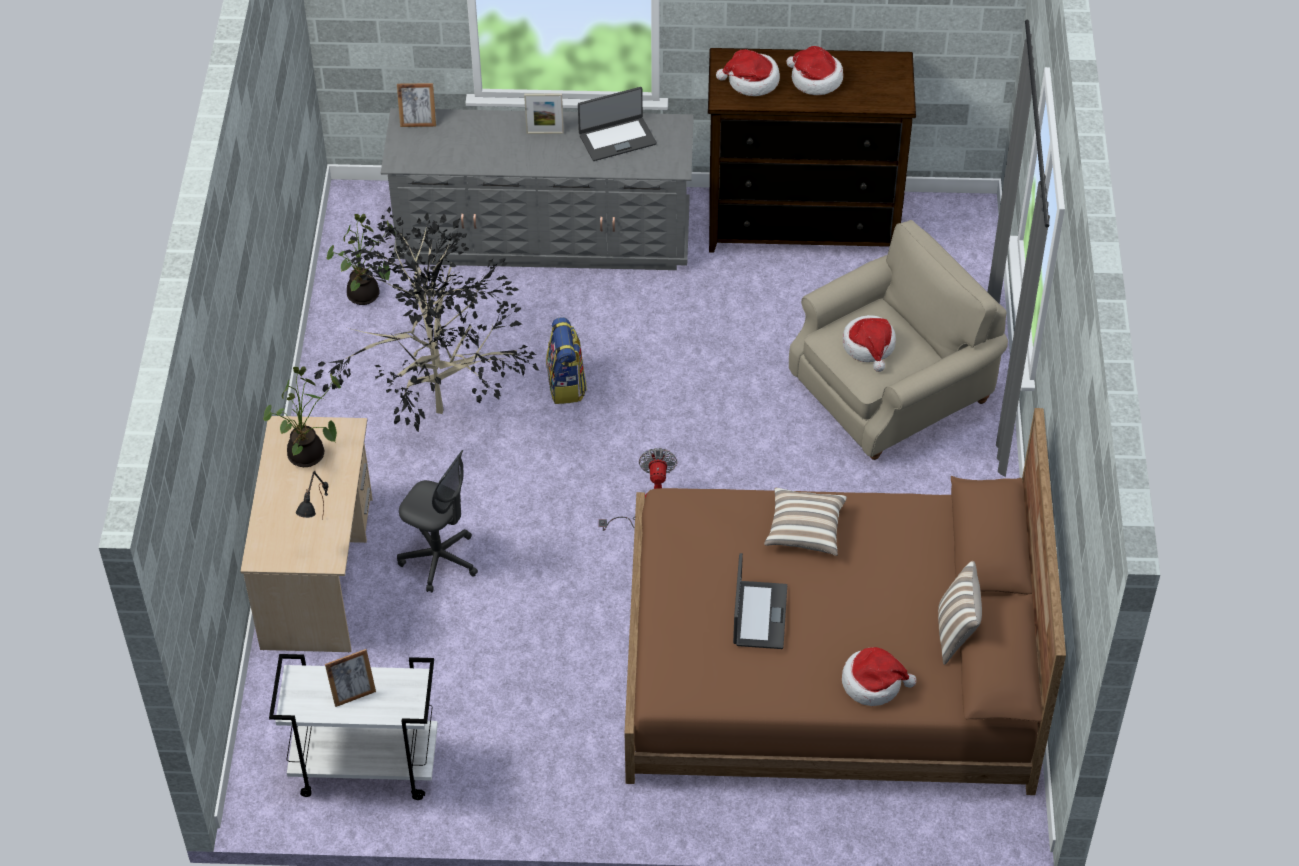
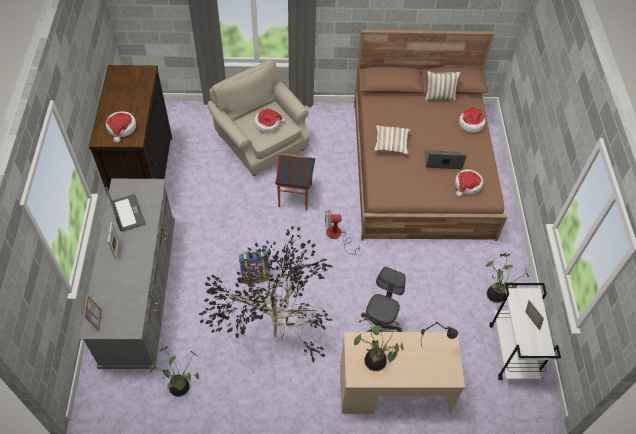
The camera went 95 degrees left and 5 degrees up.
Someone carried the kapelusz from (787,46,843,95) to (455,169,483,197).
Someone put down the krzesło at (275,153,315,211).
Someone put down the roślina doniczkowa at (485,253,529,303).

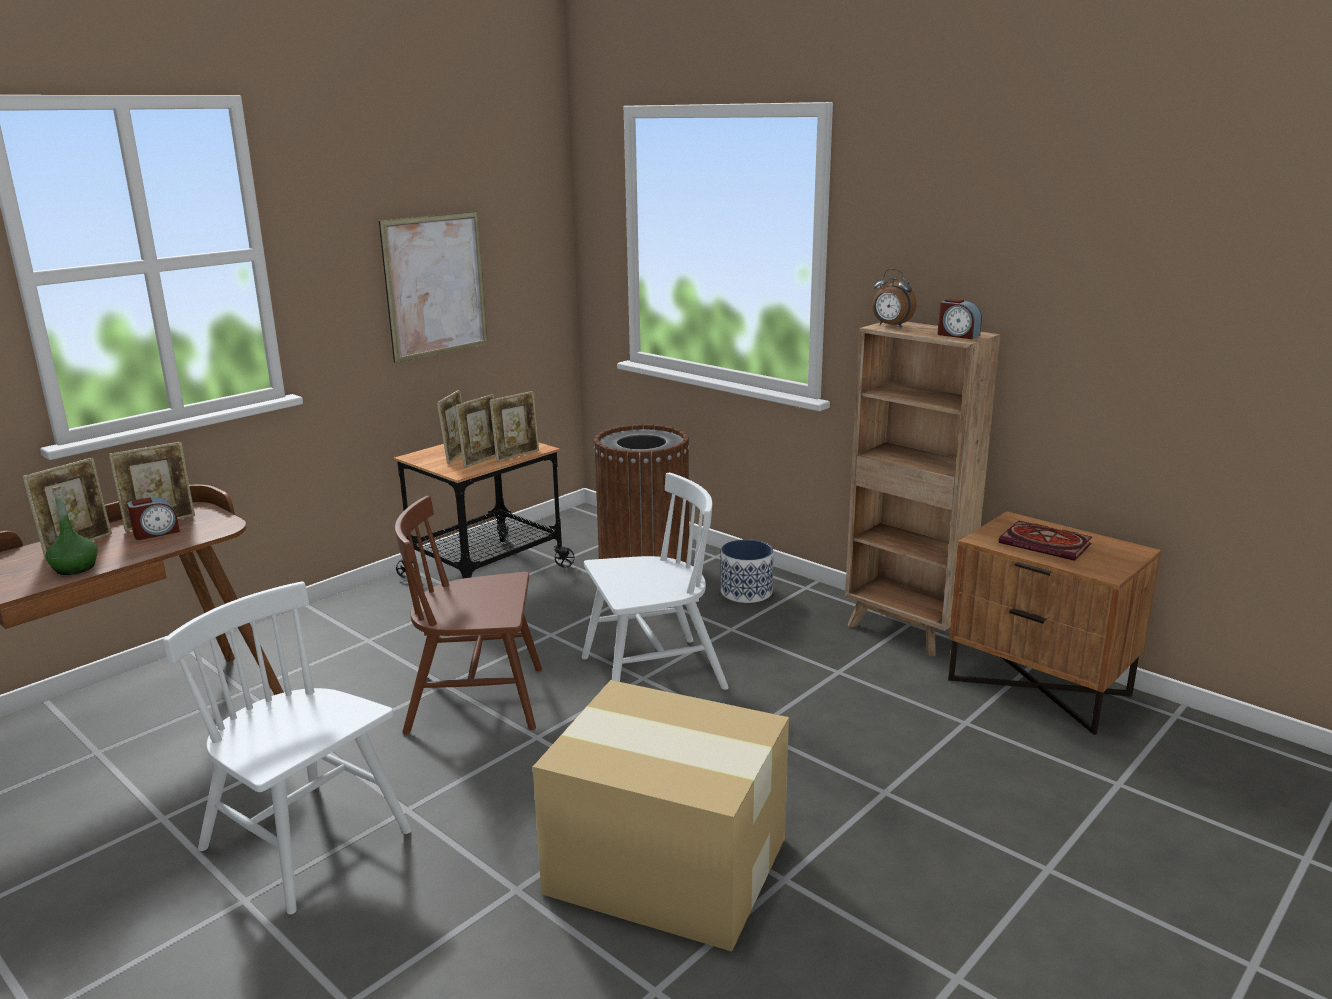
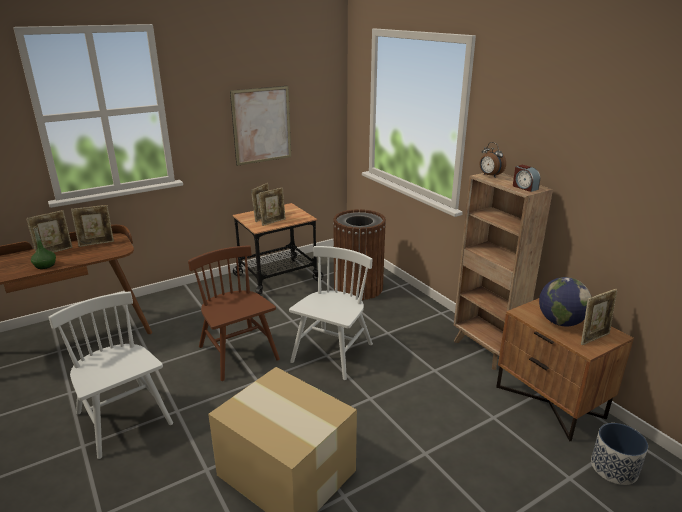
The camera went 15 degrees right and 5 degrees up.
Someone took away the budzik at (127,497,180,540).
Someone rotated the krzesło [brązowy] at (395,496,542,734) by 45 degrees clockwise.
Someone carried the ramka na zdjęcie from (490,391,539,462) to (581,289,617,345).
Someone rotated the krzesło [biały] at (582,472,729,690) by 60 degrees counterclockwise.
Someone carried the donica from (721,539,774,603) to (591,423,648,485).
Someone swapped the książka at (999,521,1092,561) for the globus at (539,277,591,326).

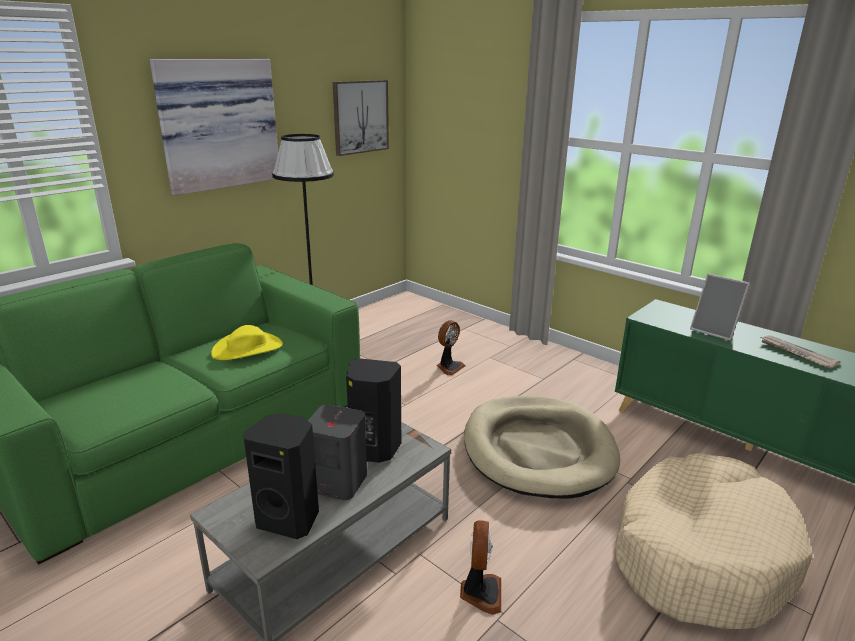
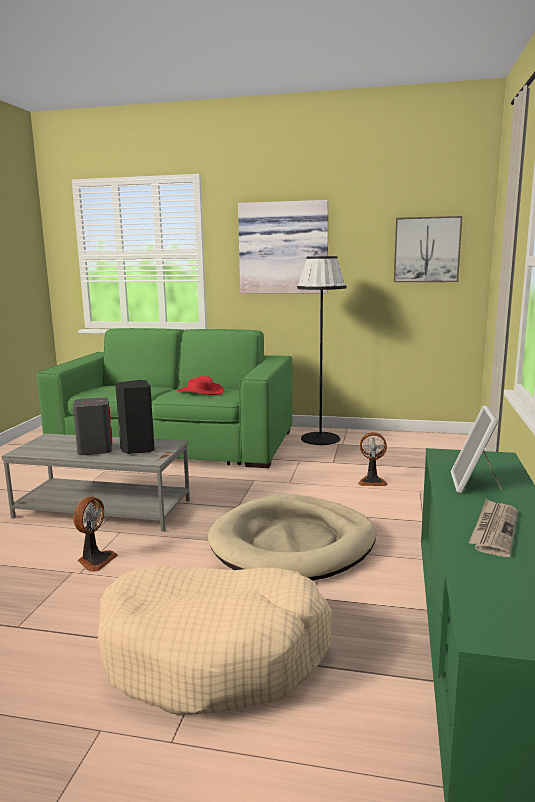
The camera went 60 degrees right and 10 degrees down.
Someone repainted the kapelusz [żółty] at (211,325,283,360), which became the kapelusz [czerwony] at (177,376,224,395).
Someone took away the głośnik [czarny] at (243,413,319,539).
Someone rotated the wentylator at (460,520,501,615) by 45 degrees counterclockwise.

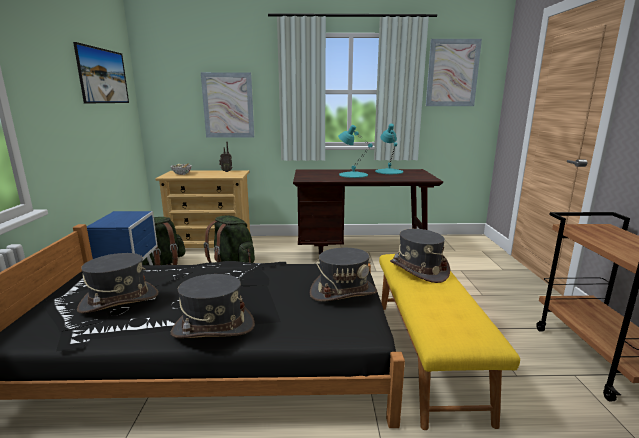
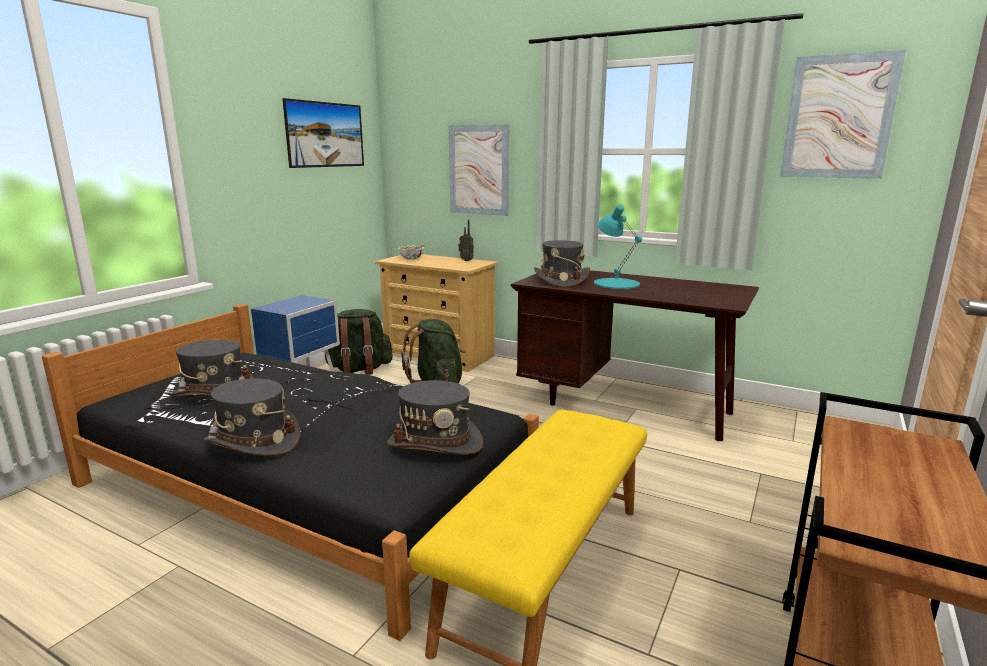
The camera went 30 degrees right and 0 degrees up.
Someone took away the lampa stołowa [turkusowy] at (375,124,403,174).
Someone carried the kapelusz [szary] from (390,229,450,283) to (534,240,590,287).

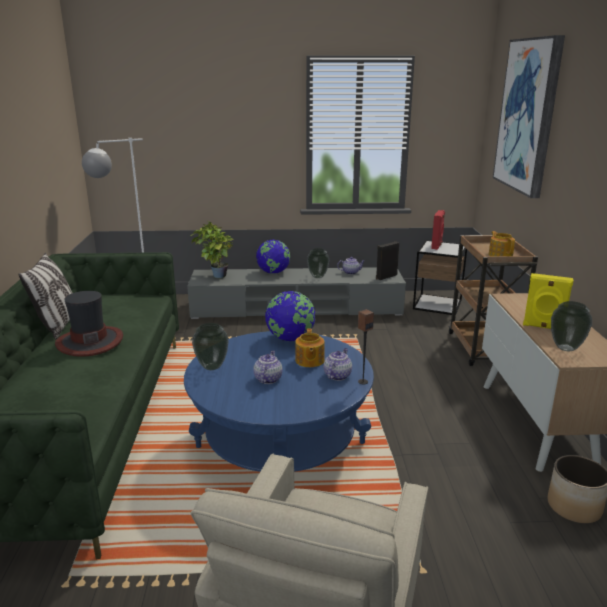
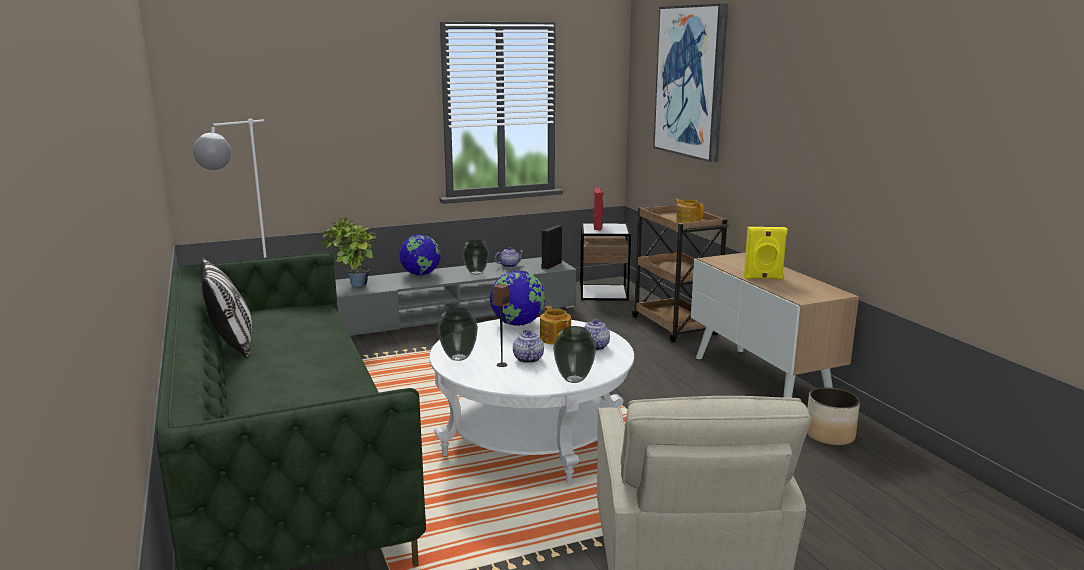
The camera went 20 degrees left and 5 degrees down.
Someone took away the kapelusz at (55,291,123,357).
Someone repainted the ława [niebieski] at (184,331,374,472), which became the ława [biały] at (429,317,634,484).
Someone carried the głośnik from (358,309,374,384) to (492,283,509,367).
Someone carried the wazon from (551,301,592,351) to (553,326,596,383).

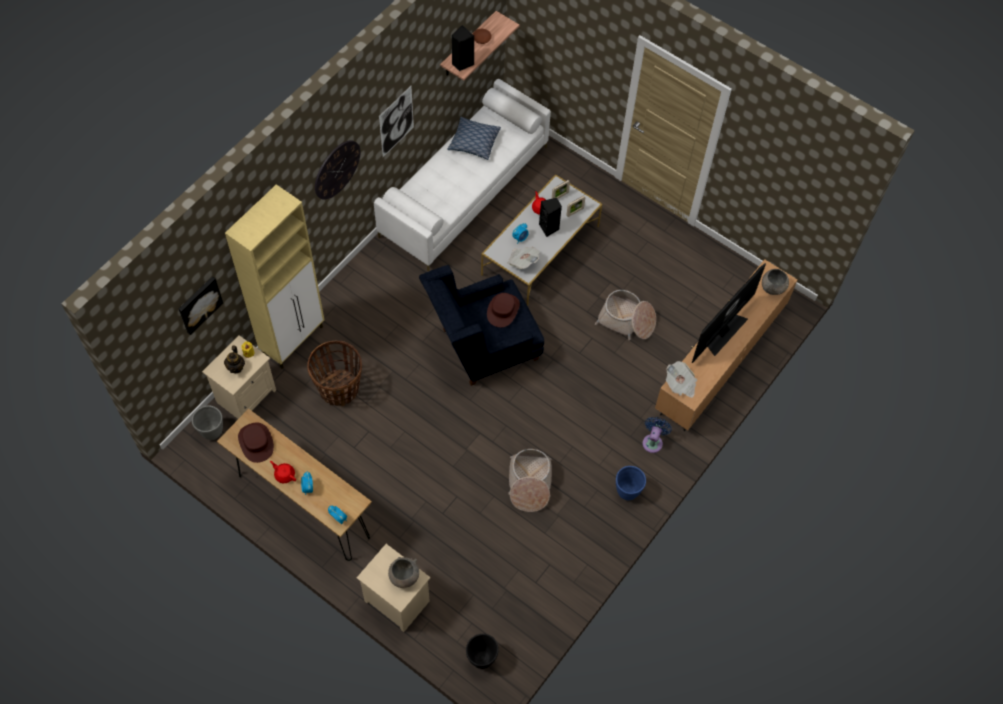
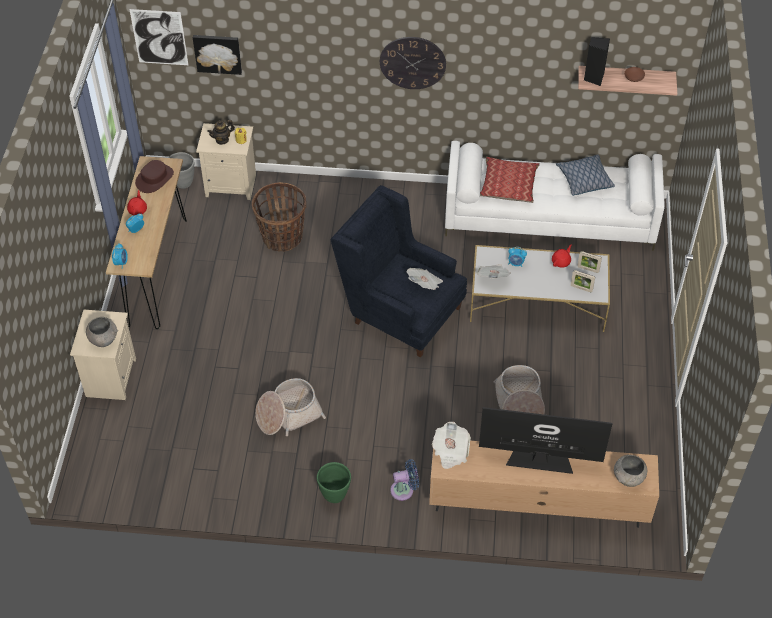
The camera went 60 degrees right and 10 degrees down.
Someone took away the szafka [beżowy] at (225,184,324,369).
Someone carried the obraz from (379,86,414,157) to (129,9,188,65).
Someone took away the donica [czarny] at (466,634,499,669).
Someone swapped the kapelusz [brązowy] at (487,293,520,328) for the gazeta at (406,268,443,290).
Someone took away the głośnik [czarny] at (539,198,562,237).
Someone repainted the donica [niebieski] at (616,466,646,500), which became the donica [zielony] at (317,462,351,503).
Someone put down the poduszka at (480,157,540,203).

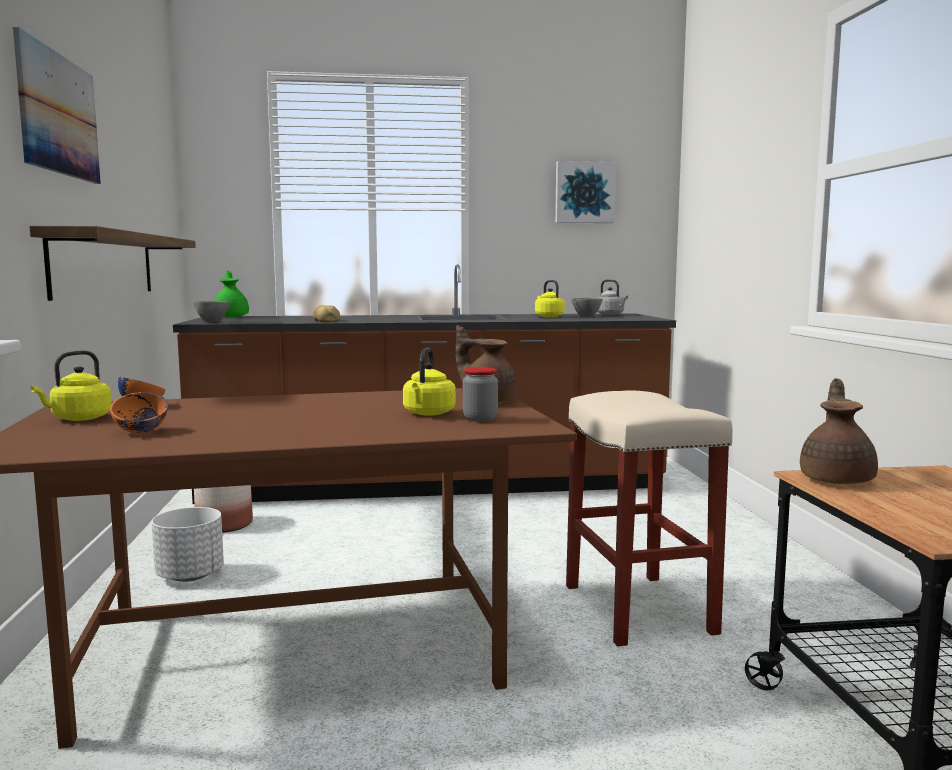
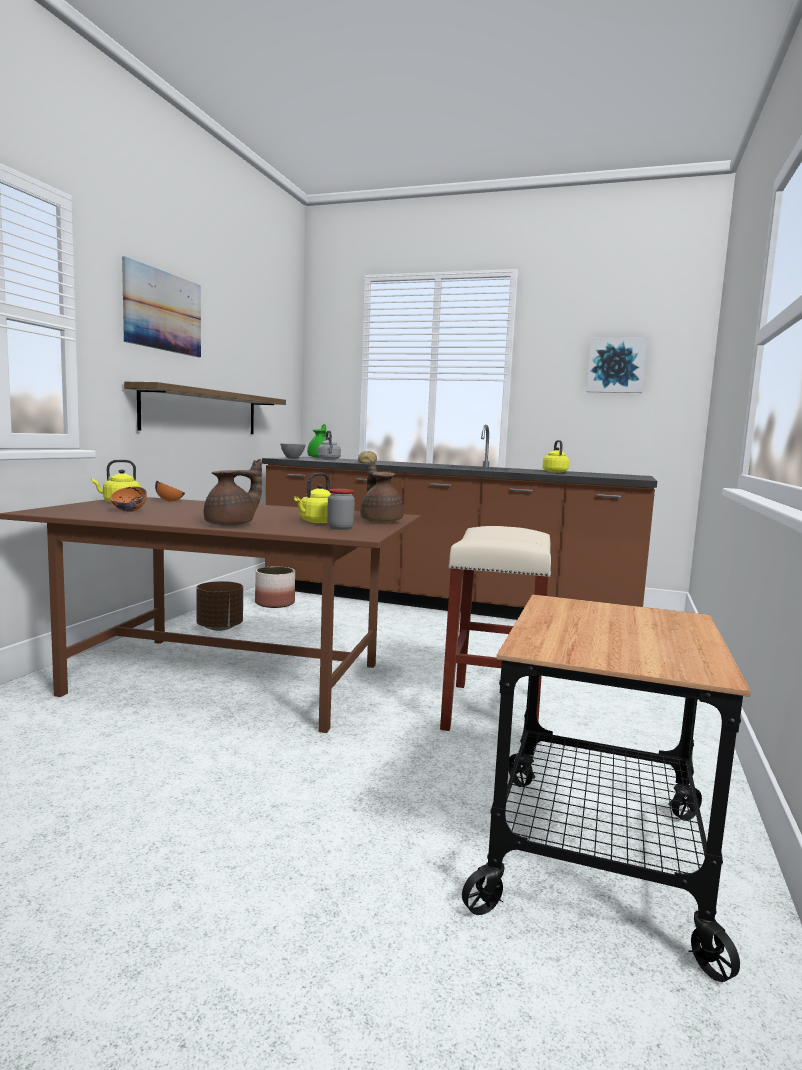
The camera went 25 degrees right and 0 degrees up.
Someone repainted the donica [biały] at (152,507,224,582), which became the donica [brązowy] at (196,581,243,631).
Someone took away the miska [szary] at (571,298,603,317).
Someone carried the czajnik [szary] from (597,279,628,315) to (318,431,341,460).
Someone carried the imbryk [brązowy] from (800,378,878,484) to (204,459,262,526).

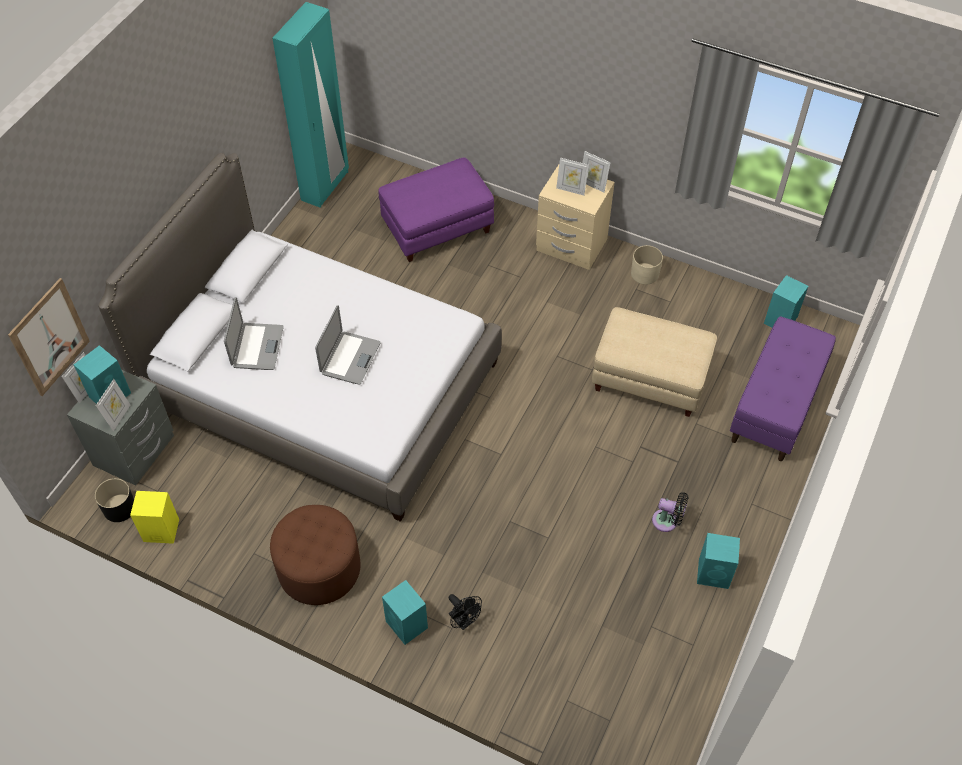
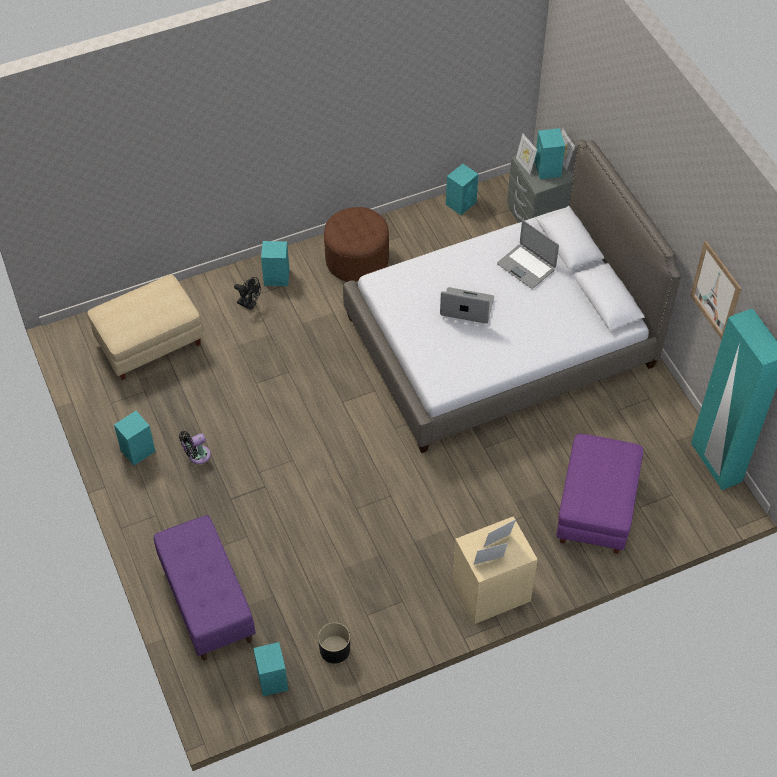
The camera went 130 degrees right and 0 degrees up.
Someone carried the obraz from (8,278,90,396) to (690,241,742,340).
Someone carried the donica [czarny] from (95,478,134,522) to (318,622,350,663).
Someone repainted the głośnik [żółty] at (130,491,179,544), which became the głośnik [turkusowy] at (446,164,478,215).
Someone rotated the laptop at (315,305,381,384) by 135 degrees clockwise.
Someone rotated the wentylator [czarny] at (448,594,482,630) by 150 degrees counterclockwise.
Someone carried the pufa [beżowy] from (592,307,717,417) to (88,275,204,380).
Someone took away the donica [beżowy] at (631,245,663,285).

